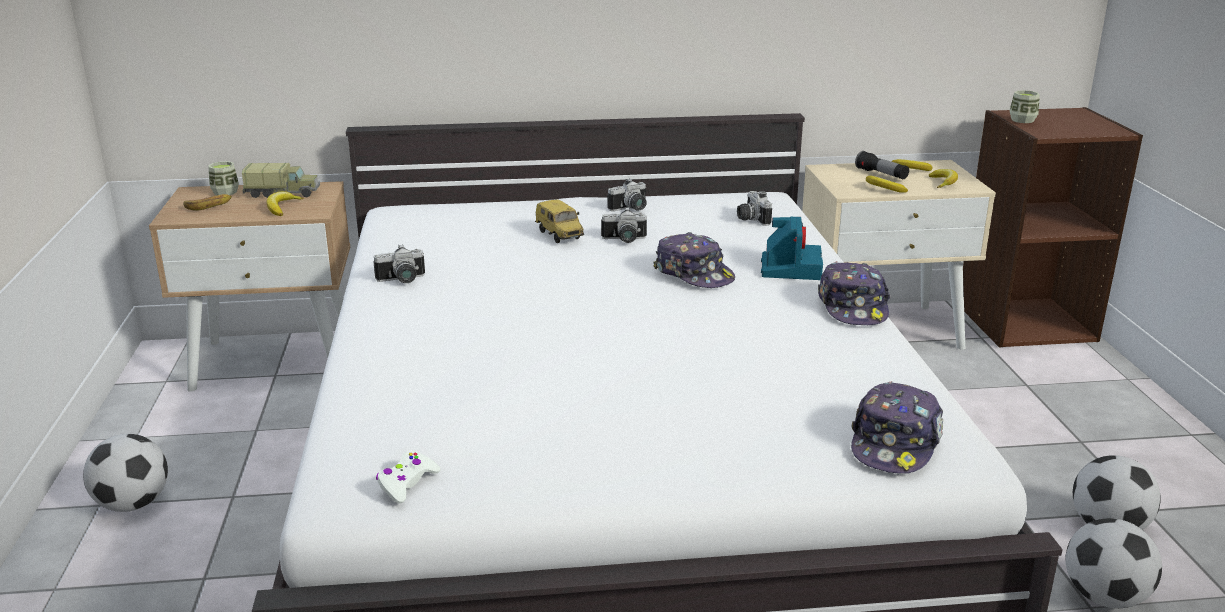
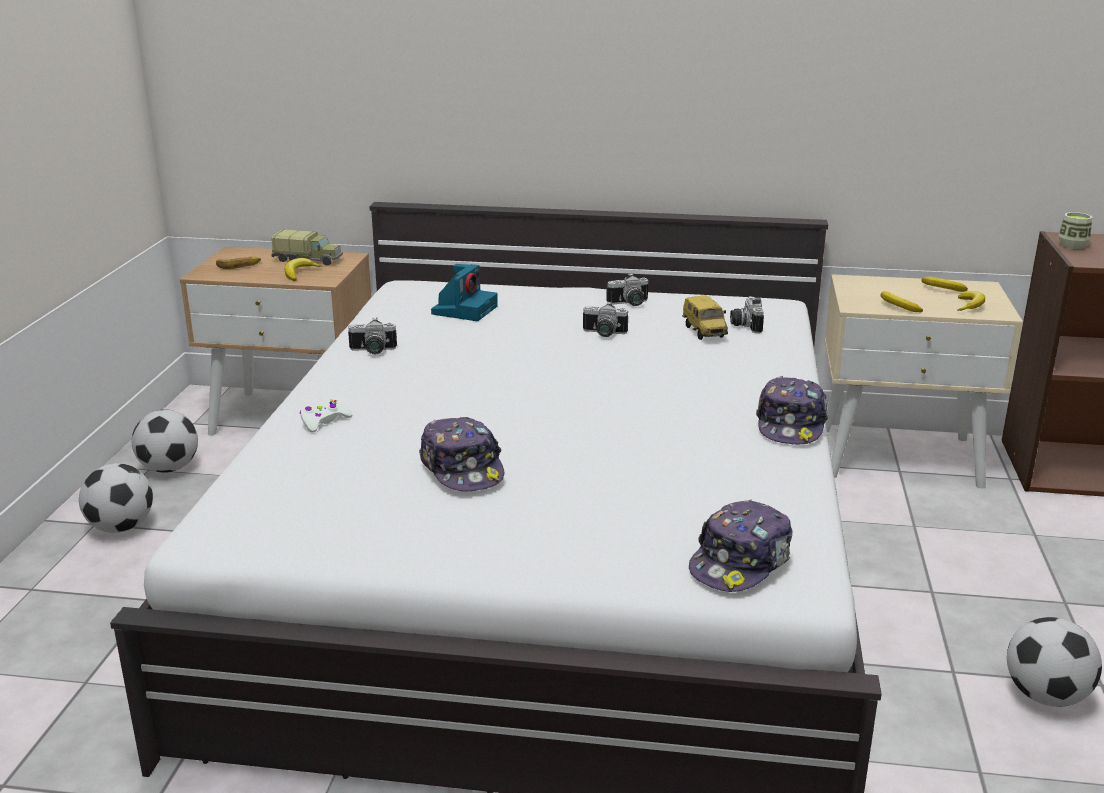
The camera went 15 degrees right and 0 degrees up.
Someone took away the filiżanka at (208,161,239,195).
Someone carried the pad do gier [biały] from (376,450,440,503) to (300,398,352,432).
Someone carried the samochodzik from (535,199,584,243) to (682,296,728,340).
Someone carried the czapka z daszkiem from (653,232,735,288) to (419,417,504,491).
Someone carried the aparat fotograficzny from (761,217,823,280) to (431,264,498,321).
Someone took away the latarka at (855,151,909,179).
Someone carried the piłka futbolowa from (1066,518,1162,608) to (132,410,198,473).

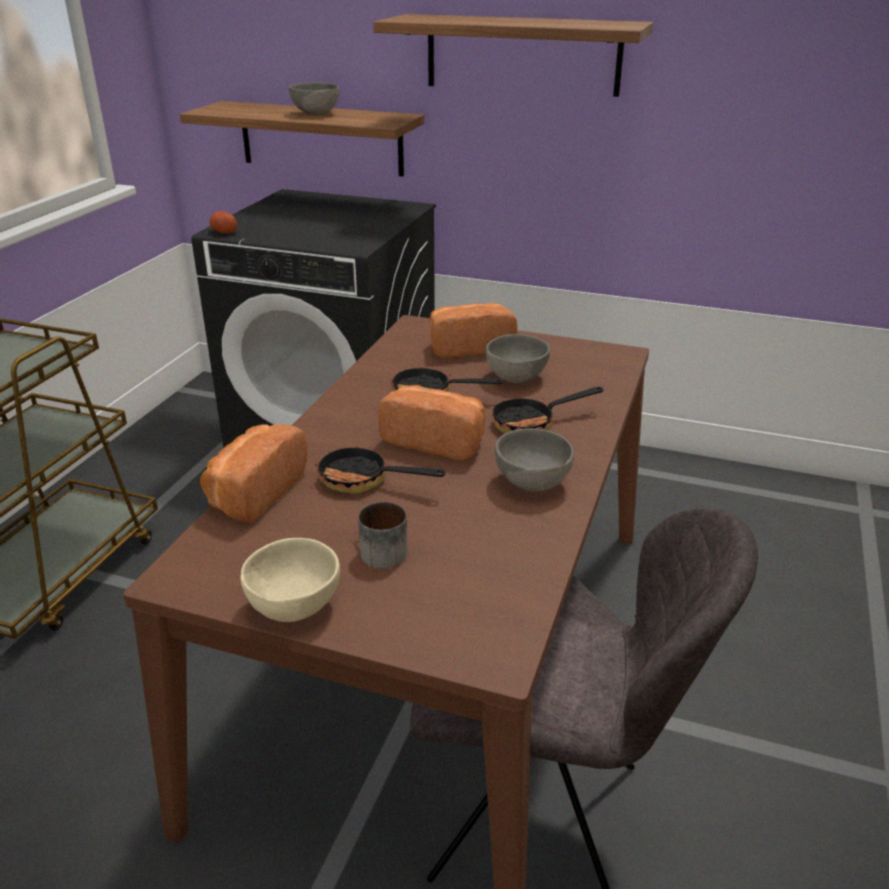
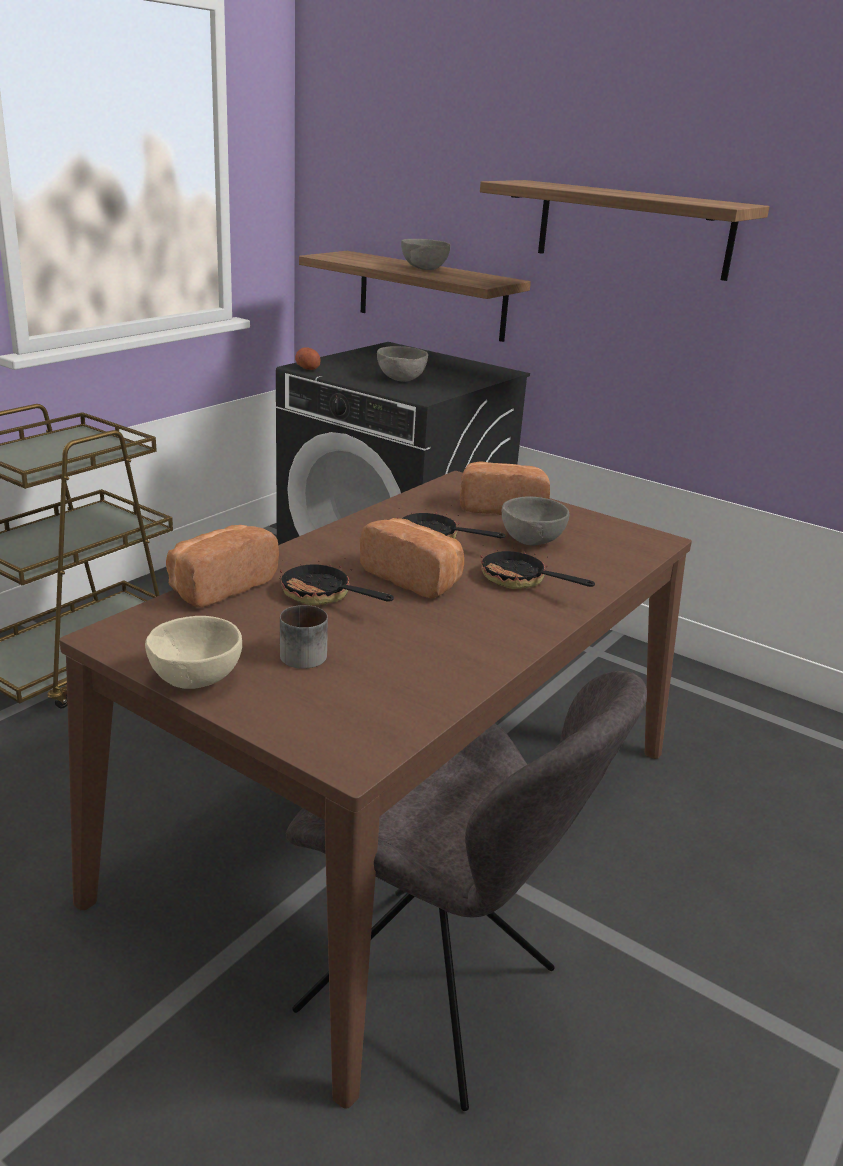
The camera went 15 degrees right and 5 degrees down.
Someone rotated the patelnia at (492,385,604,433) by 45 degrees clockwise.
Someone carried the miska [szary] from (495,428,574,492) to (377,346,428,382).

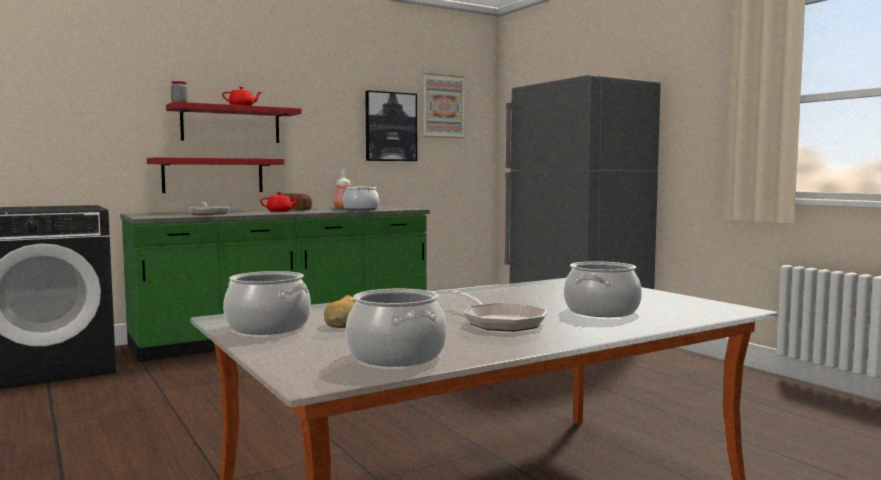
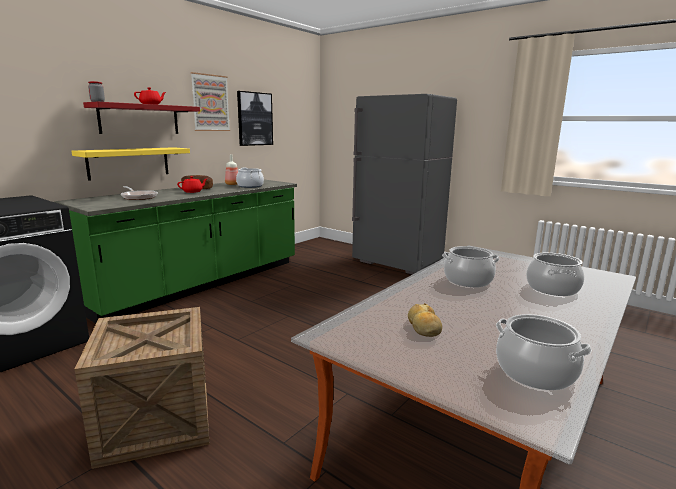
The camera went 20 degrees left and 10 degrees up.
Someone repainted the półka [czerwony] at (147,157,284,193), which became the półka [żółty] at (72,147,190,181).
Someone carried the garnek from (223,271,311,335) to (442,246,500,287).
Someone carried the obraz from (423,73,465,138) to (191,72,230,131).
Someone took away the patelnia at (451,290,547,332).
Someone put down the skrzynka at (74,307,209,469).

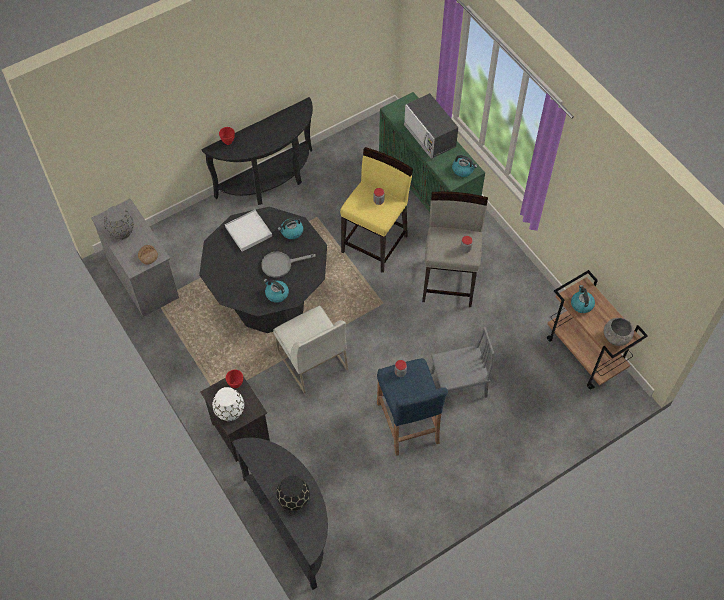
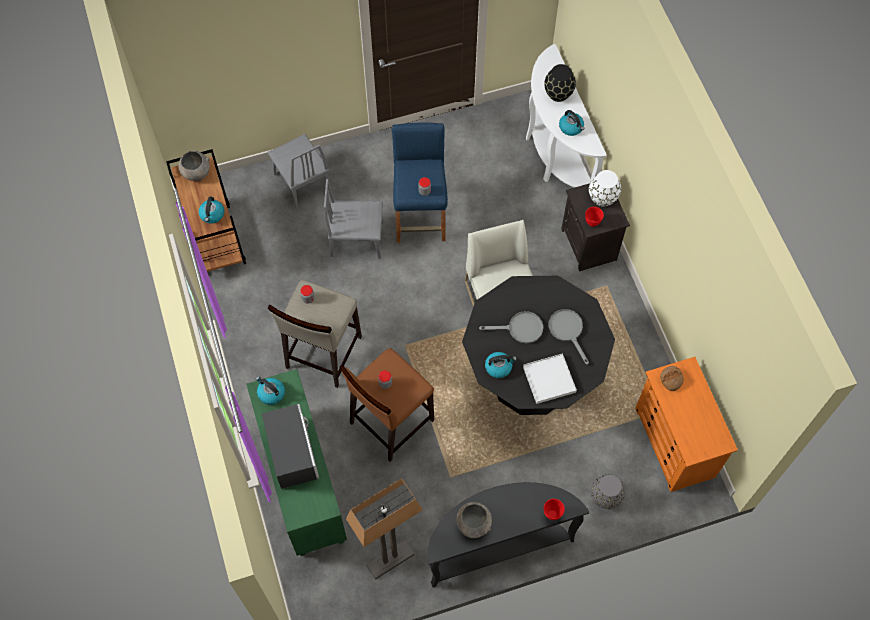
The camera went 165 degrees left and 5 degrees up.
Someone repainted the komoda [szary] at (91,198,179,317), which became the komoda [pomarańczowy] at (635,357,738,492).
Someone carried the wazon [szary] from (104,206,134,240) to (591,474,625,509).
Someone repainted the stolik konsolowy [czarny] at (232,438,328,590), which became the stolik konsolowy [biały] at (526,44,607,188).
Someone carried the czajnik from (264,279,289,303) to (559,110,584,136).
Someone repainted the stołek [żółty] at (340,147,413,273), which became the stołek [brązowy] at (340,348,434,462).
Someone put down the krzesło [szary] at (267,134,332,210).
Someone put down the lampa stojąca at (346,478,423,580).
Someone put down the miska [szary] at (457,502,492,538).
Someone put down the patelnia [szary] at (549,309,589,365).

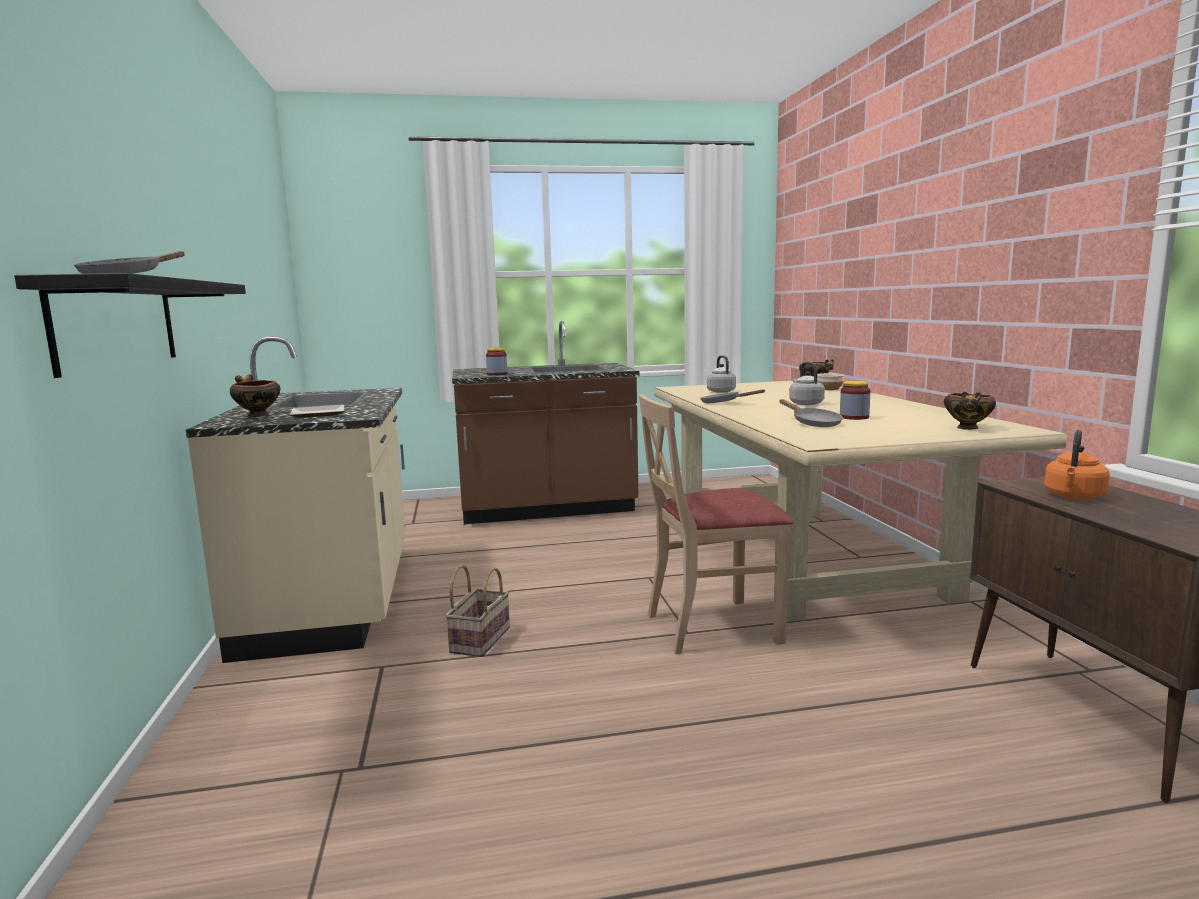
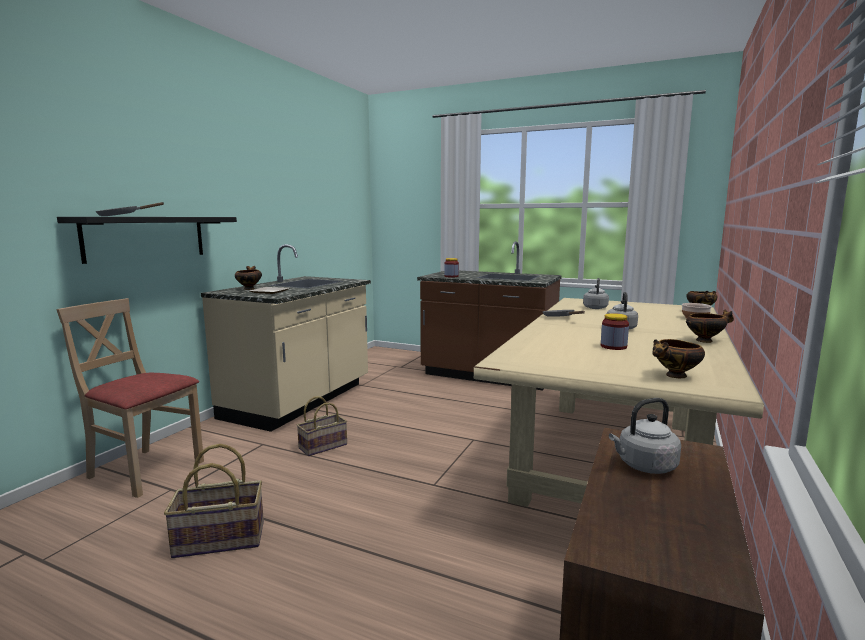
The camera went 35 degrees right and 0 degrees up.
Someone carried the krzesło [beżowy] from (639,394,794,654) to (56,298,204,498).
Someone took away the patelnia [szary] at (780,399,843,427).
Someone repainted the czajnik [pomarańczowy] at (1044,430,1110,500), which became the czajnik [szary] at (609,398,681,474).
Someone put down the koszyk at (164,444,264,558).
Someone put down the miska at (686,310,734,343).

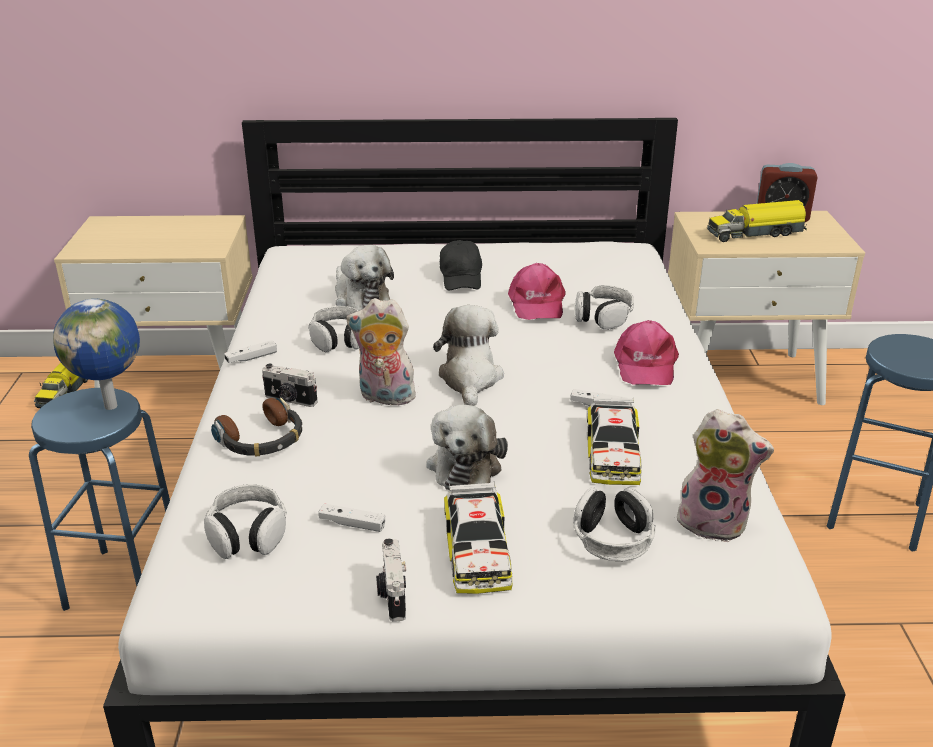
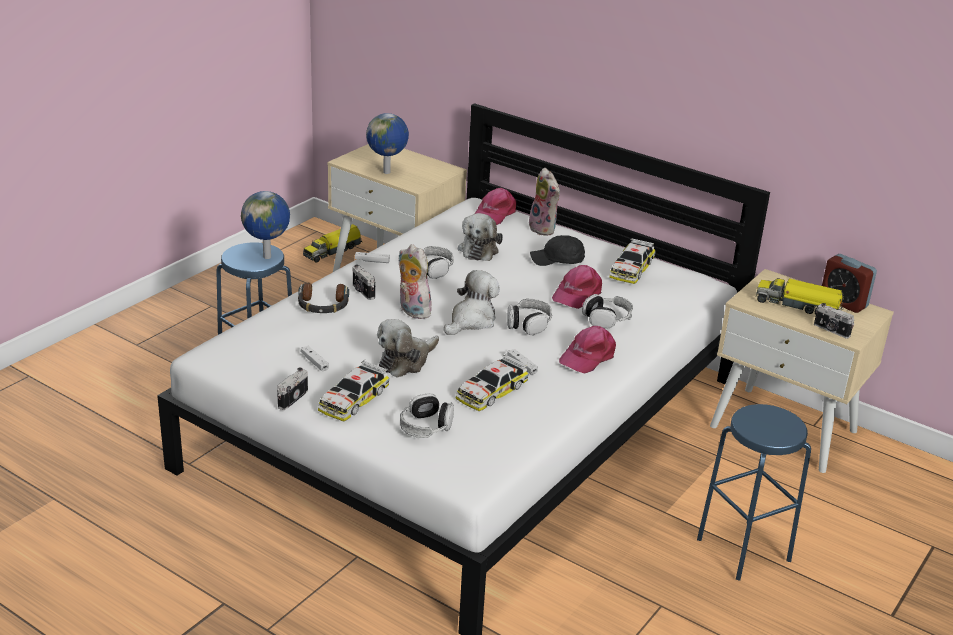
The camera went 35 degrees right and 0 degrees up.
Someone carried the słuchawki from (204,484,287,559) to (507,299,552,335).
Someone rotated the czapka z daszkiem [czarny] at (440,240,482,291) by 60 degrees clockwise.
Someone carried the pluszak from (674,409,774,542) to (529,168,560,236).
Someone put down the globus at (366,113,409,174).
Someone put down the czapka z daszkiem [różowy] at (474,188,516,225).
Someone put down the samochodzik at (609,237,656,284).
Someone put down the aparat fotograficzny at (814,303,854,338).

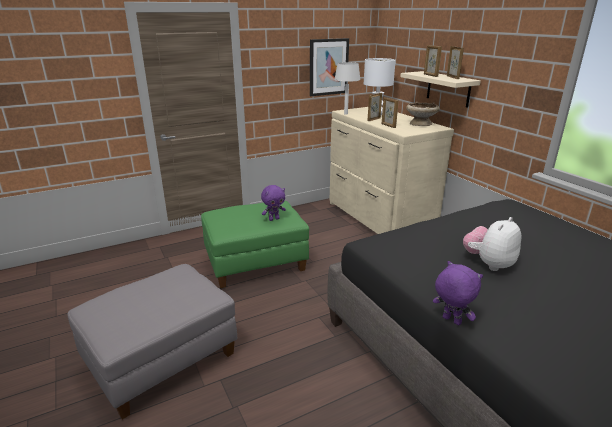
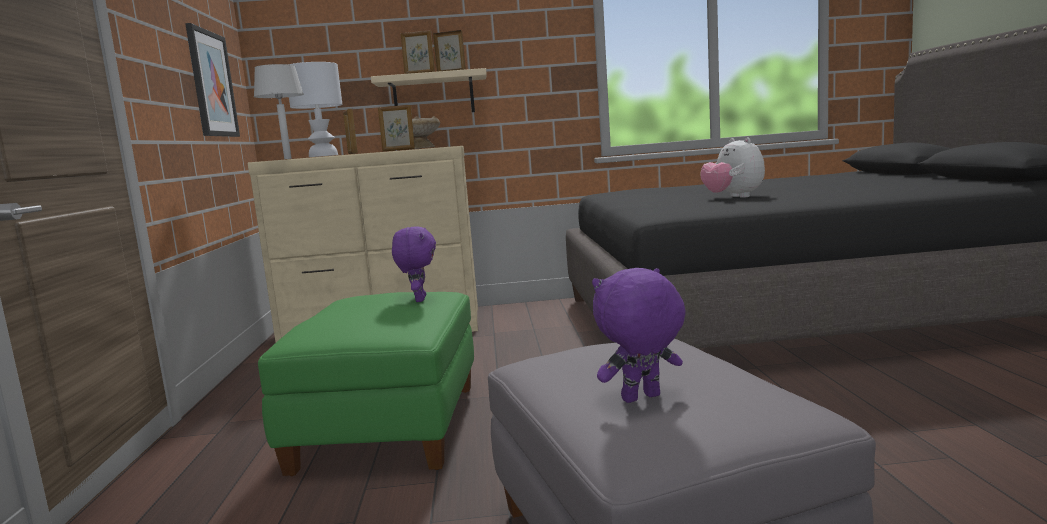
The camera went 65 degrees left and 15 degrees down.
Someone carried the pluszak [fioletowy] from (433,261,483,325) to (592,268,686,403).

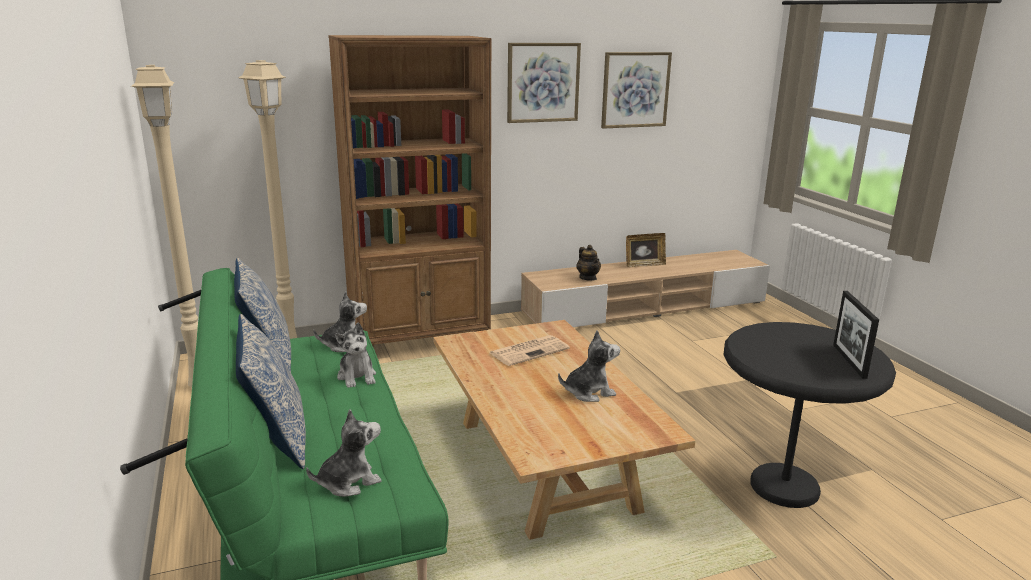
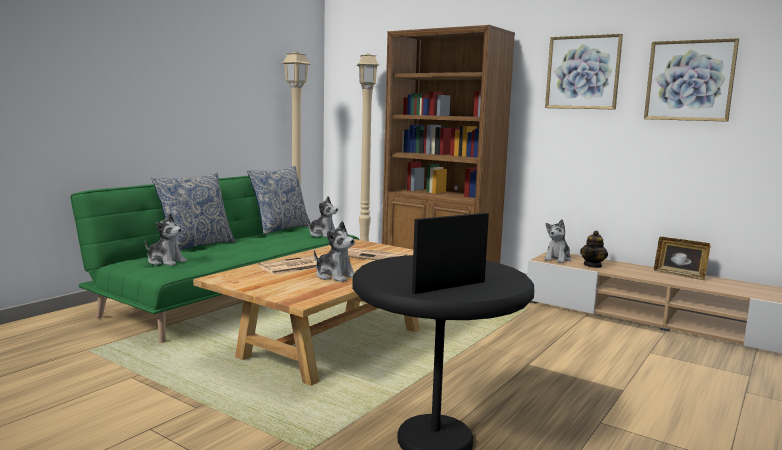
The camera went 55 degrees right and 10 degrees down.
Someone carried the pluszak from (335,323,376,388) to (544,219,571,263).
Someone put down the gazeta at (258,255,320,275).

